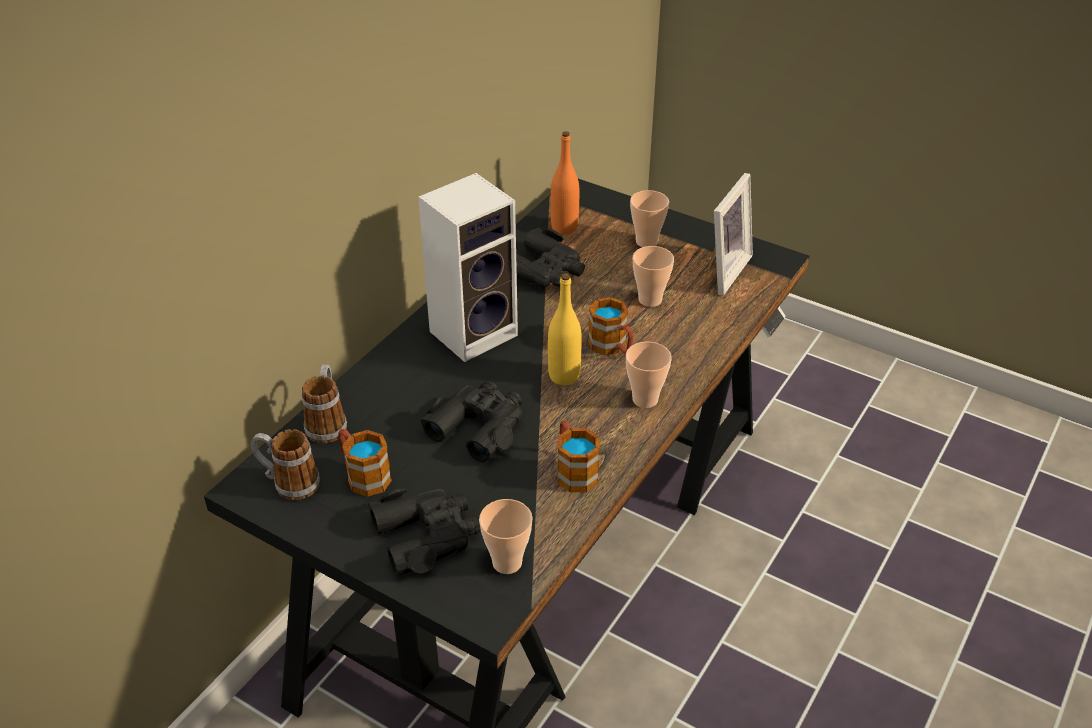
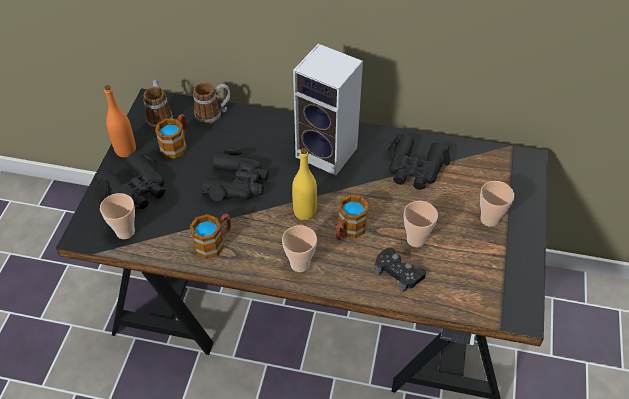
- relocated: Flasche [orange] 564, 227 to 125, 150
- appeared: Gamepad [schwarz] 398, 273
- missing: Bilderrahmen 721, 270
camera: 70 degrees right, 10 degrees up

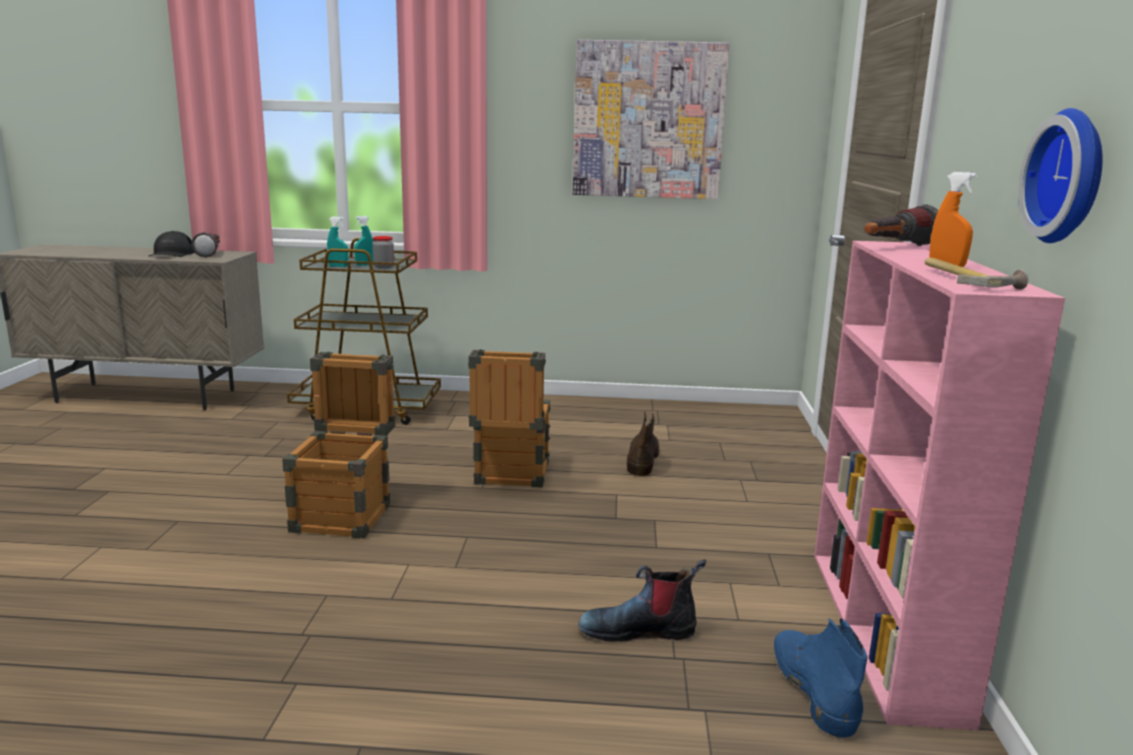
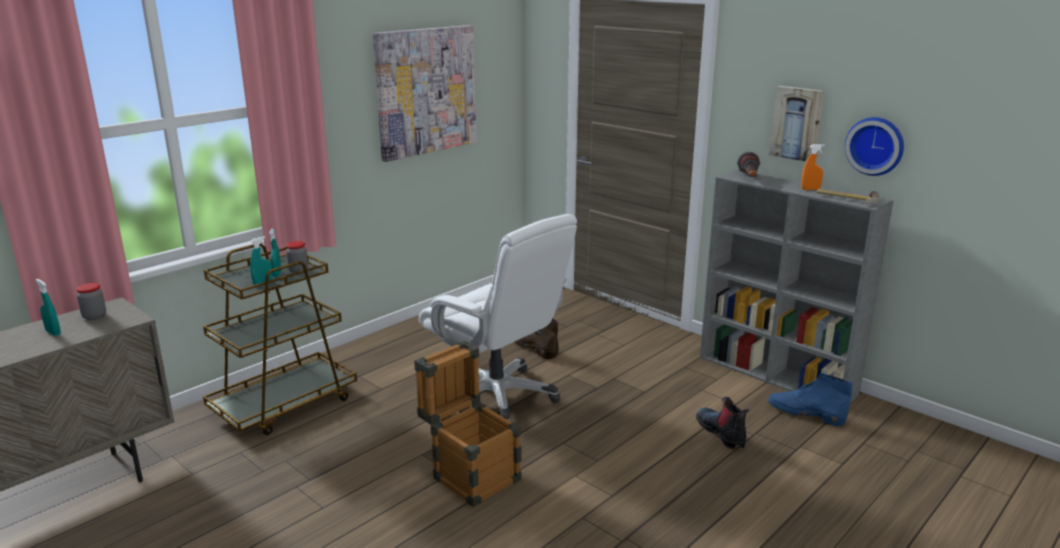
- exchanged: Kappe [schwarz] 172, 254 to Sprühflasche [türkis] 53, 333
- exchanged: Taschenlampe 211, 254 to Vorratsglas 94, 316
- exchanged: Kiste 510, 477 to Bürostuhl [weiß] 497, 397
- spun: Stiefel 639, 630 = 721, 433 120 degrees clockwise
- colour: Bücherregal [rosa] 884, 630 to Bücherregal [grau] 777, 375
- appeared: Bild 797, 123
camera: 50 degrees left, 5 degrees up

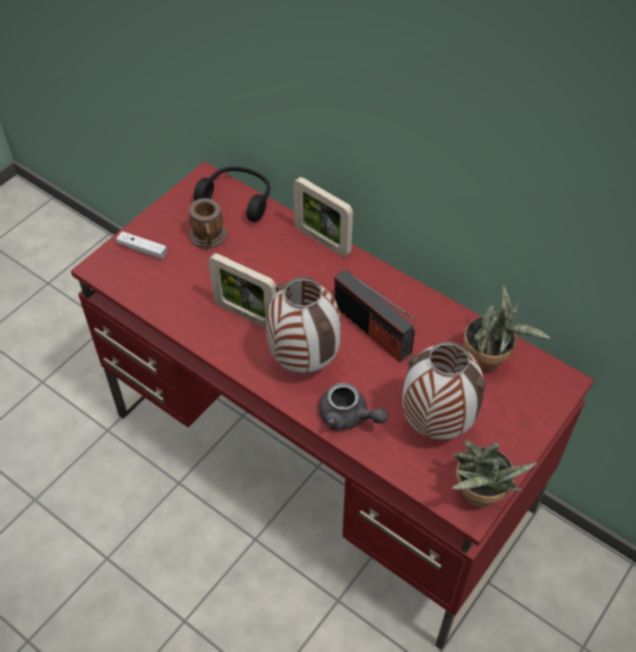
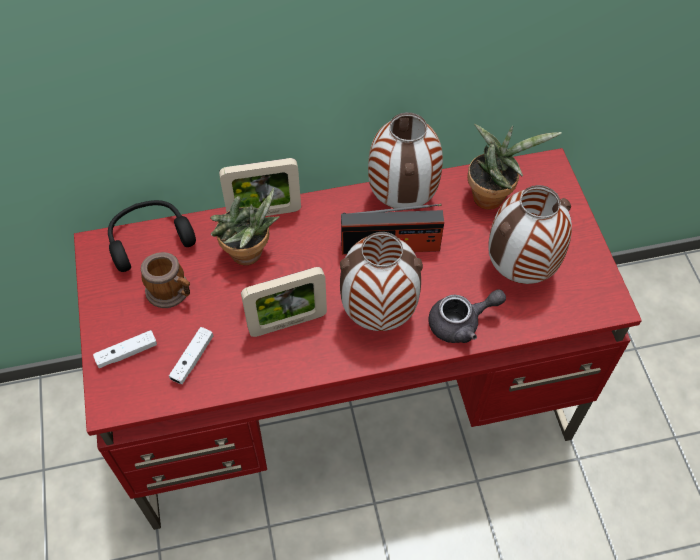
- appeared: Gamepad [weiß] 192, 359
- relocated: Topfpflanze 478, 498 to 249, 256
- appeared: Vase 403, 201
camera: 50 degrees left, 5 degrees up

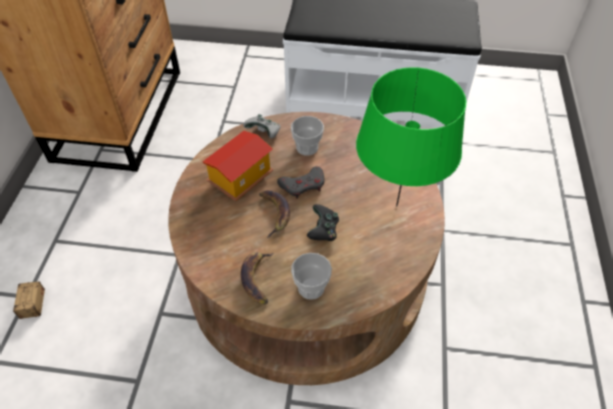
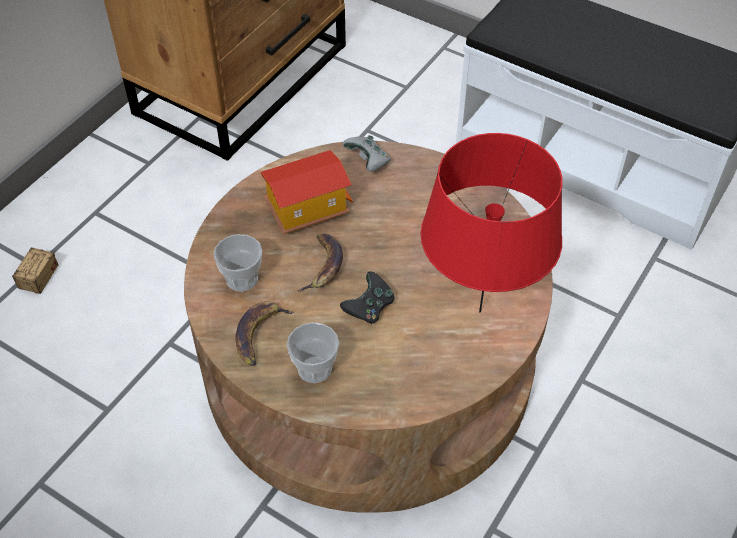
- relocated: Tasse 307, 147 to 242, 279
- colour: Tischlampe [grün] 397, 206 to Tischlampe [rot] 480, 312
- missing: Gamepad [grau] 303, 185
camera: 25 degrees right, 0 degrees up

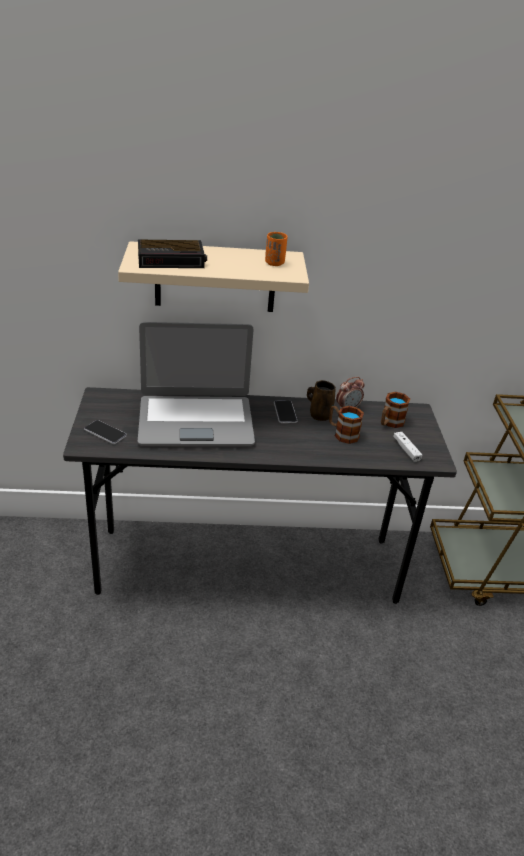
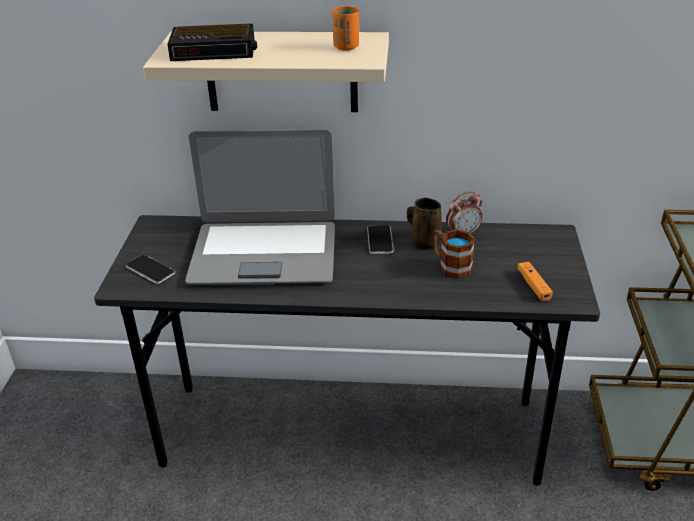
- colour: Gamepad [weiß] 406, 450 to Gamepad [orange] 533, 286
- missing: Henkelbecher 390, 423
camera: 10 degrees right, 0 degrees up

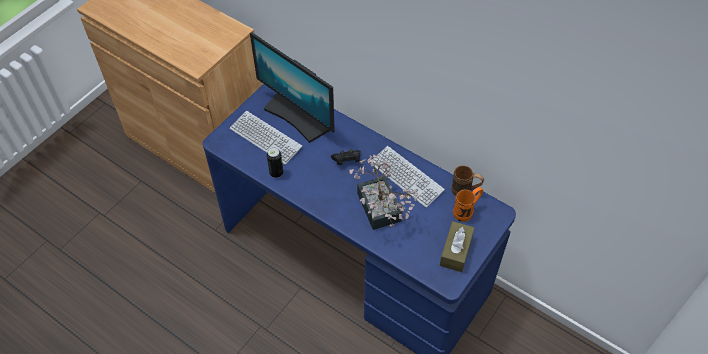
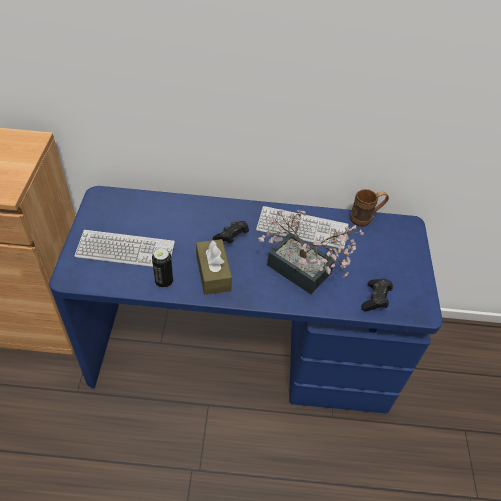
- relocated: Taschentuchbox [braun] 456, 251 to 213, 273
- appeared: Gamepad [schwarz] 375, 299
- missing: Monitor 297, 116
- missing: Henkelbecher [orange] 466, 211
camera: 35 degrees left, 5 degrees down

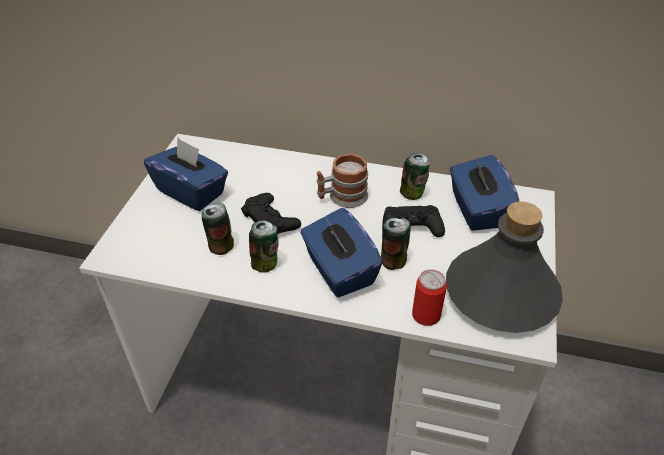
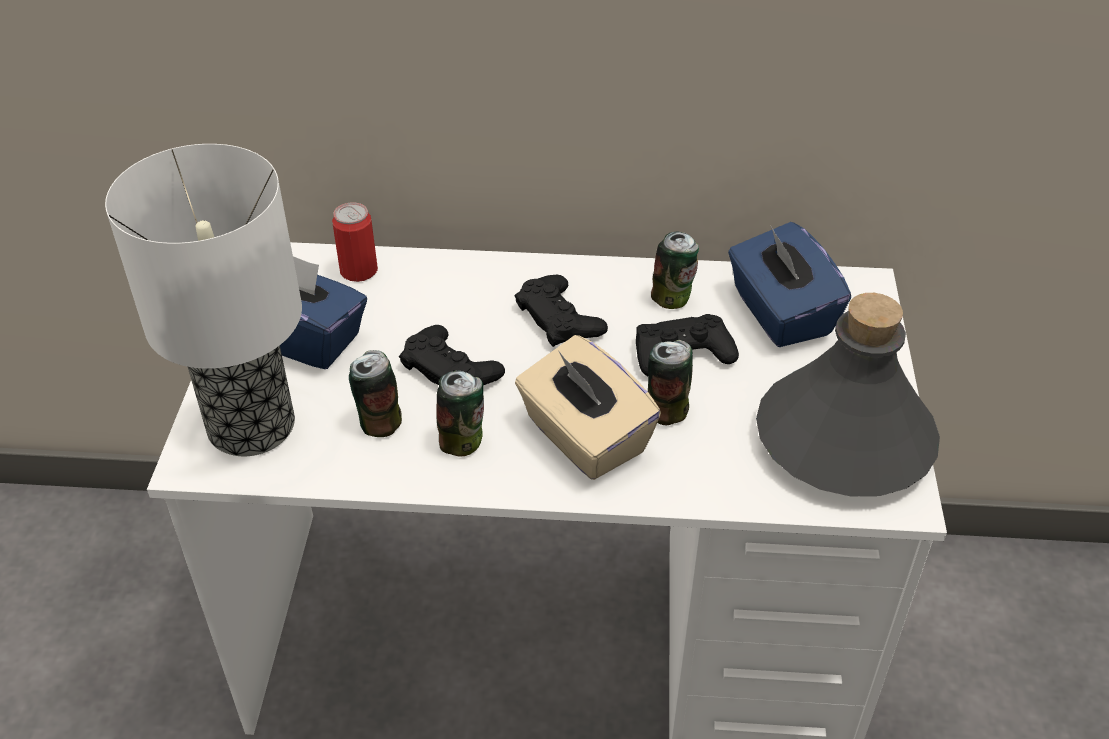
- appeared: Tischlampe 252, 424
- relocated: Dose 426, 315 to 358, 271
- exchanged: Henkelbecher 342, 197 to Gamepad [schwarz] 559, 318
- colour: Taschentuchbox [blau] 339, 270 to Taschentuchbox [beige] 584, 437
camera: 10 degrees left, 0 degrees up

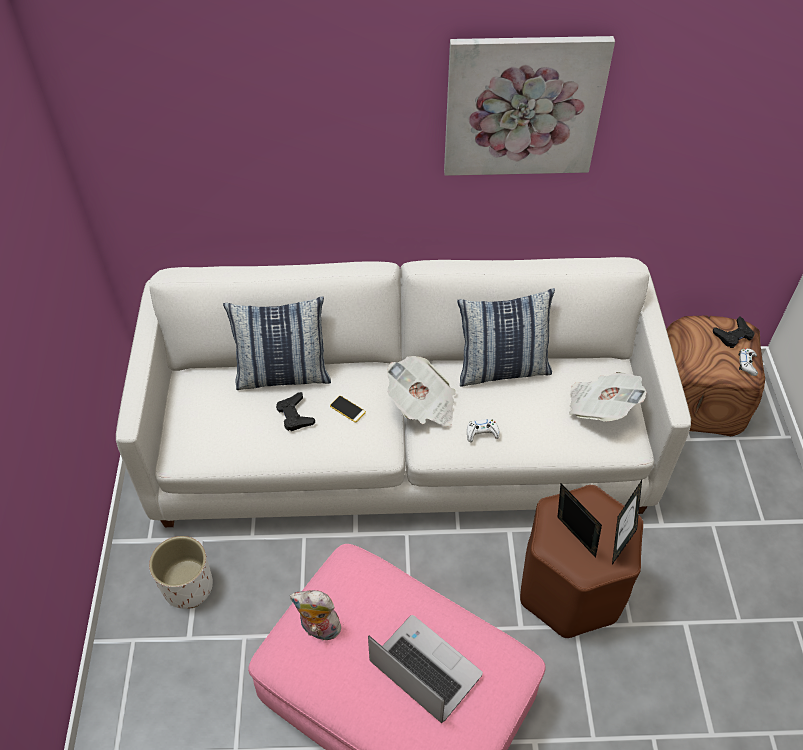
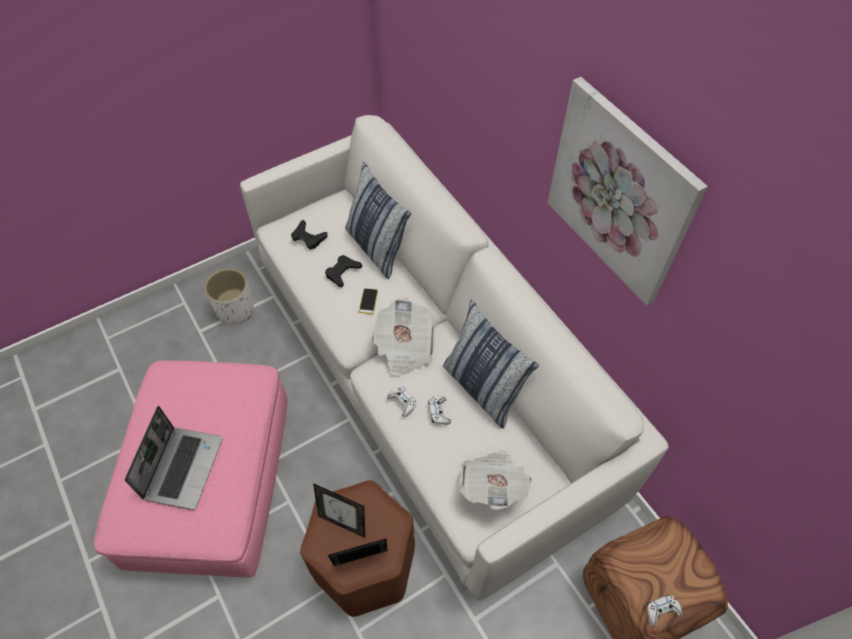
- relocated: Gamepad [schwarz] 733, 335 to 308, 237
- spun: Bilderrahmen 572, 539 = 343, 523 90 degrees clockwise
- appeared: Gamepad [weiß] 439, 412
- missing: Plüschtier 319, 629
camera: 60 degrees right, 5 degrees up

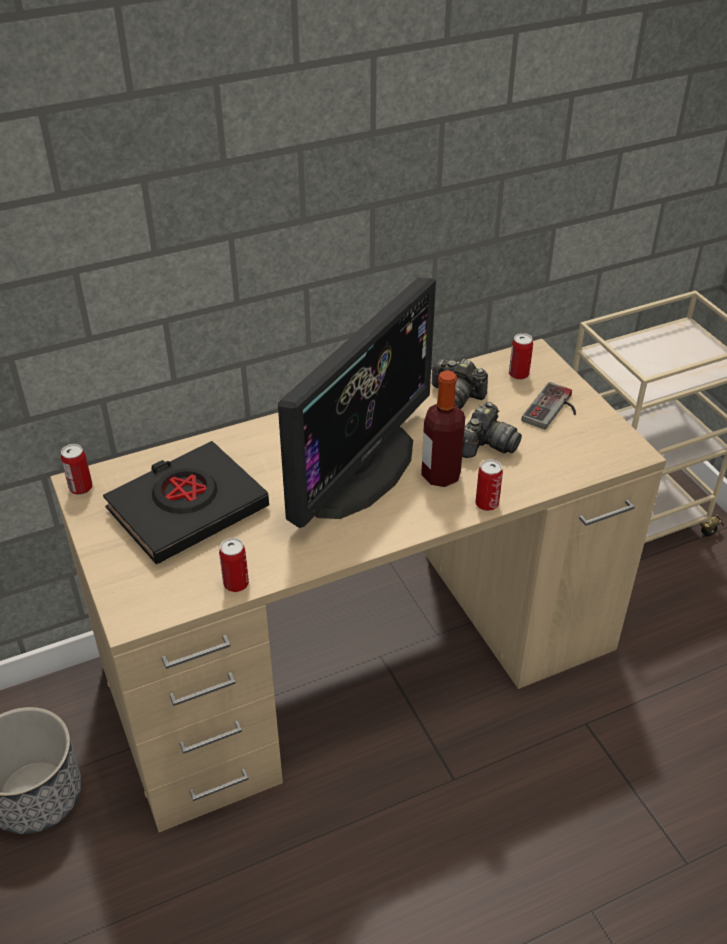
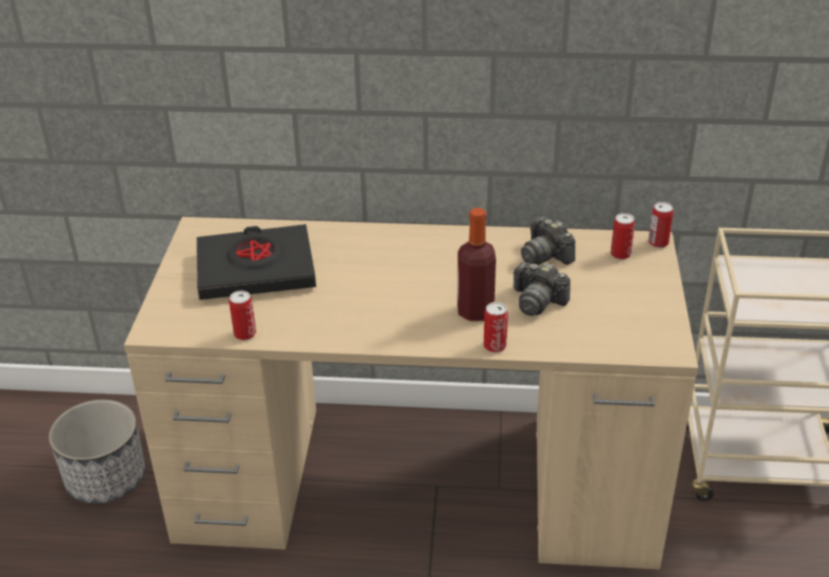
- spun: Kamera 486, 445 = 537, 301 60 degrees clockwise
- relocated: Dose 81, 488 to 658, 243
- missing: Monitor 360, 470
- missing: Gamepad 554, 410
camera: 30 degrees right, 5 degrees down

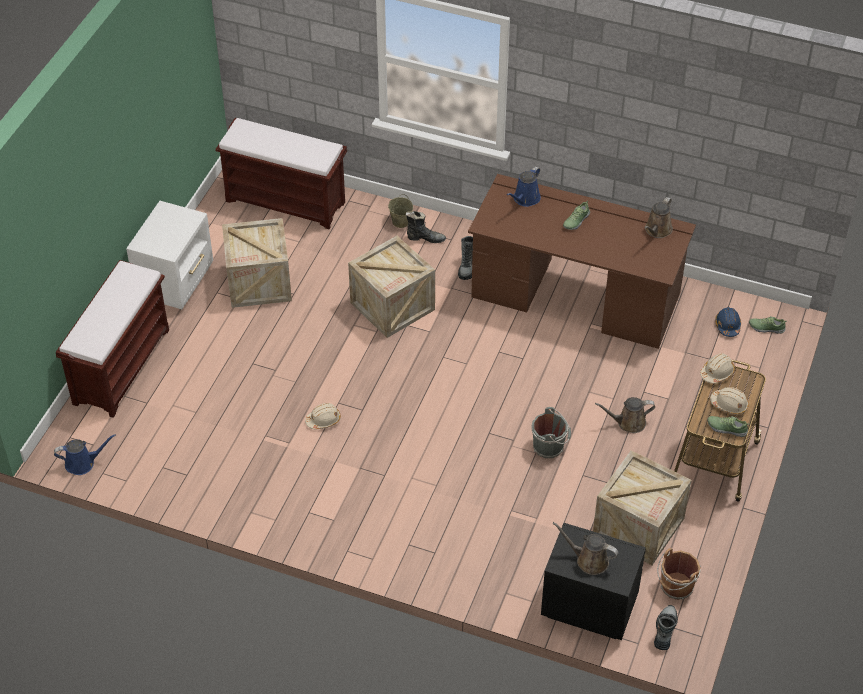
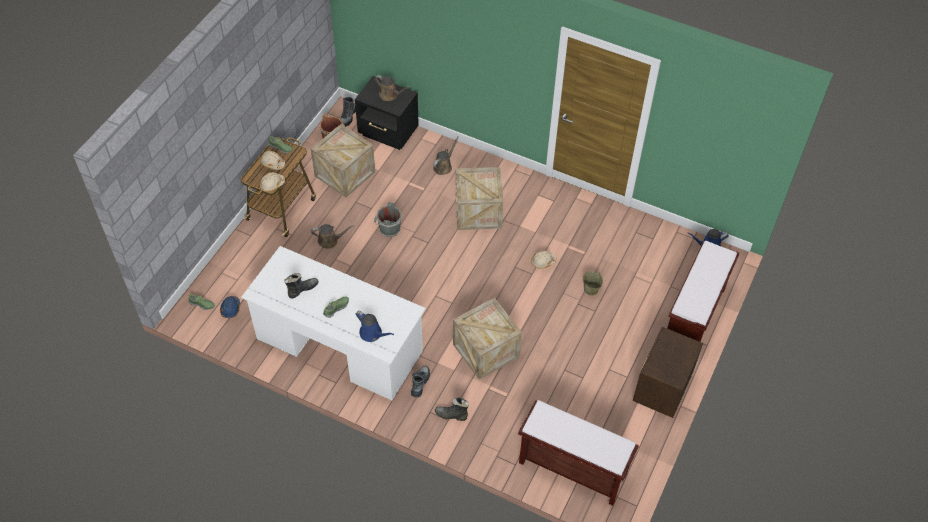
- colour: Schreibtisch [braun] 575, 296 to Schreibtisch [weiß] 339, 346
- appeared: Stiefel [schwarz] 302, 289
- spun: Gießkanne [blau] 525, 199 = 372, 333 90 degrees clockwise
- relocated: Gießkanne [braun] 657, 230 to 443, 166
- relocated: Kiste 259, 282 to 478, 212
- relocated: Eimer [beige] 400, 221 to 591, 290
- colour: Nachttisch [weiß] 177, 282 to Nachttisch [braun] 660, 390
camera: 175 degrees left, 5 degrees up

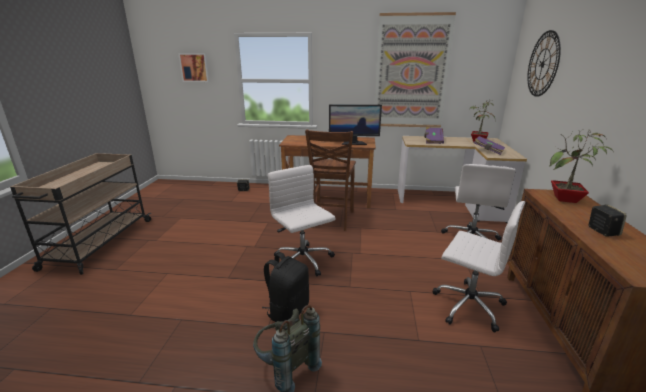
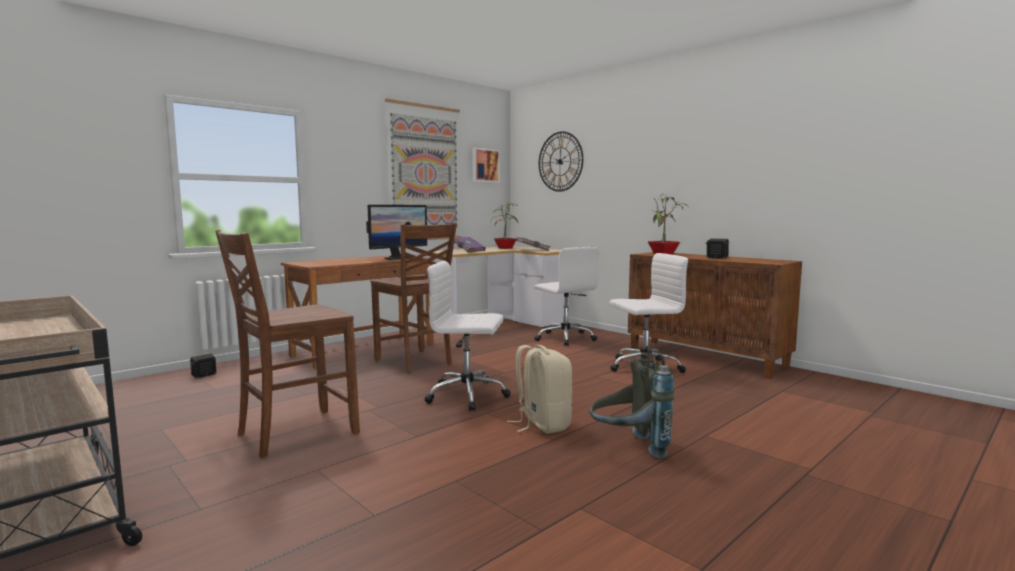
- appeared: Stuhl [braun] 294, 433
- relocated: Bild 195, 67 to 485, 165
- colour: Rucksack [schwarz] 287, 310 to Rucksack [beige] 542, 424
camera: 50 degrees left, 15 degrees down

